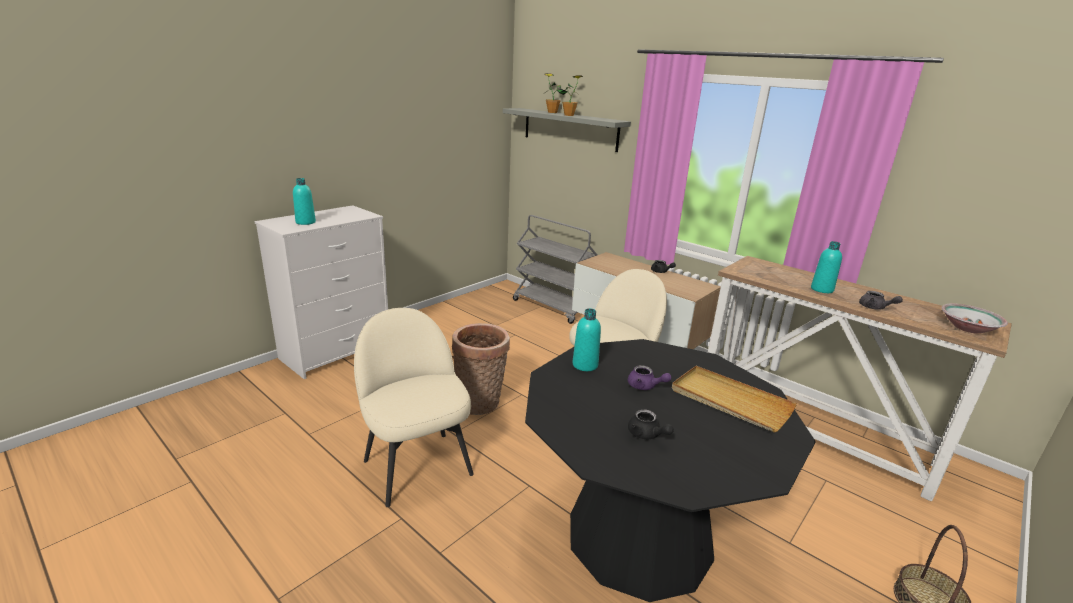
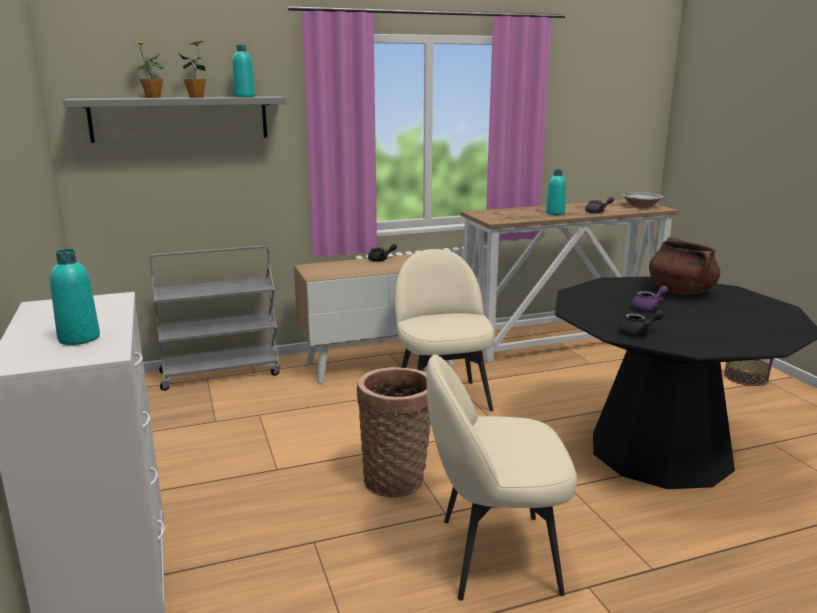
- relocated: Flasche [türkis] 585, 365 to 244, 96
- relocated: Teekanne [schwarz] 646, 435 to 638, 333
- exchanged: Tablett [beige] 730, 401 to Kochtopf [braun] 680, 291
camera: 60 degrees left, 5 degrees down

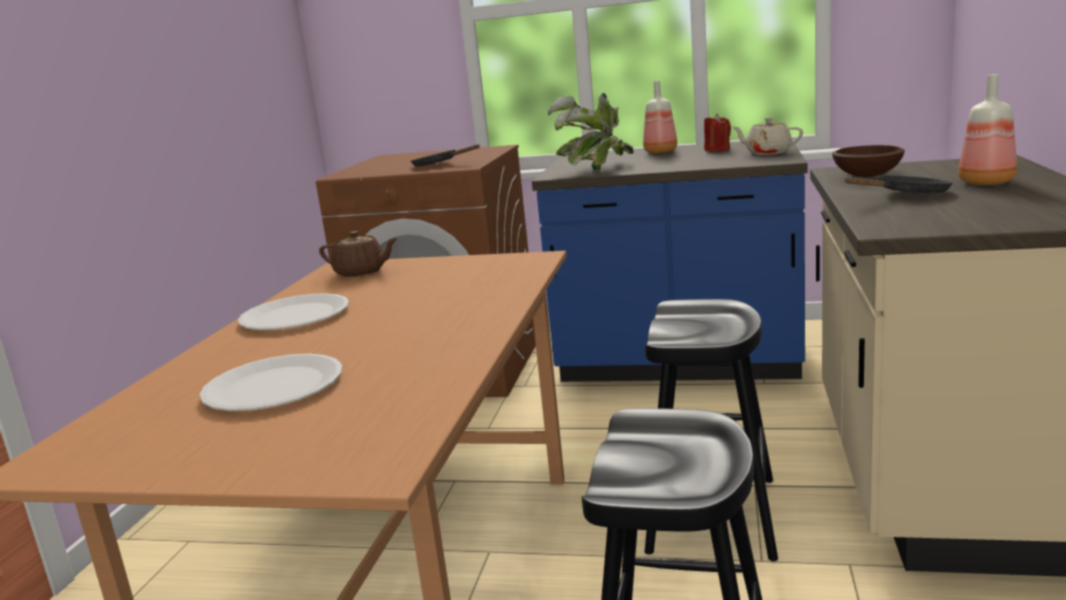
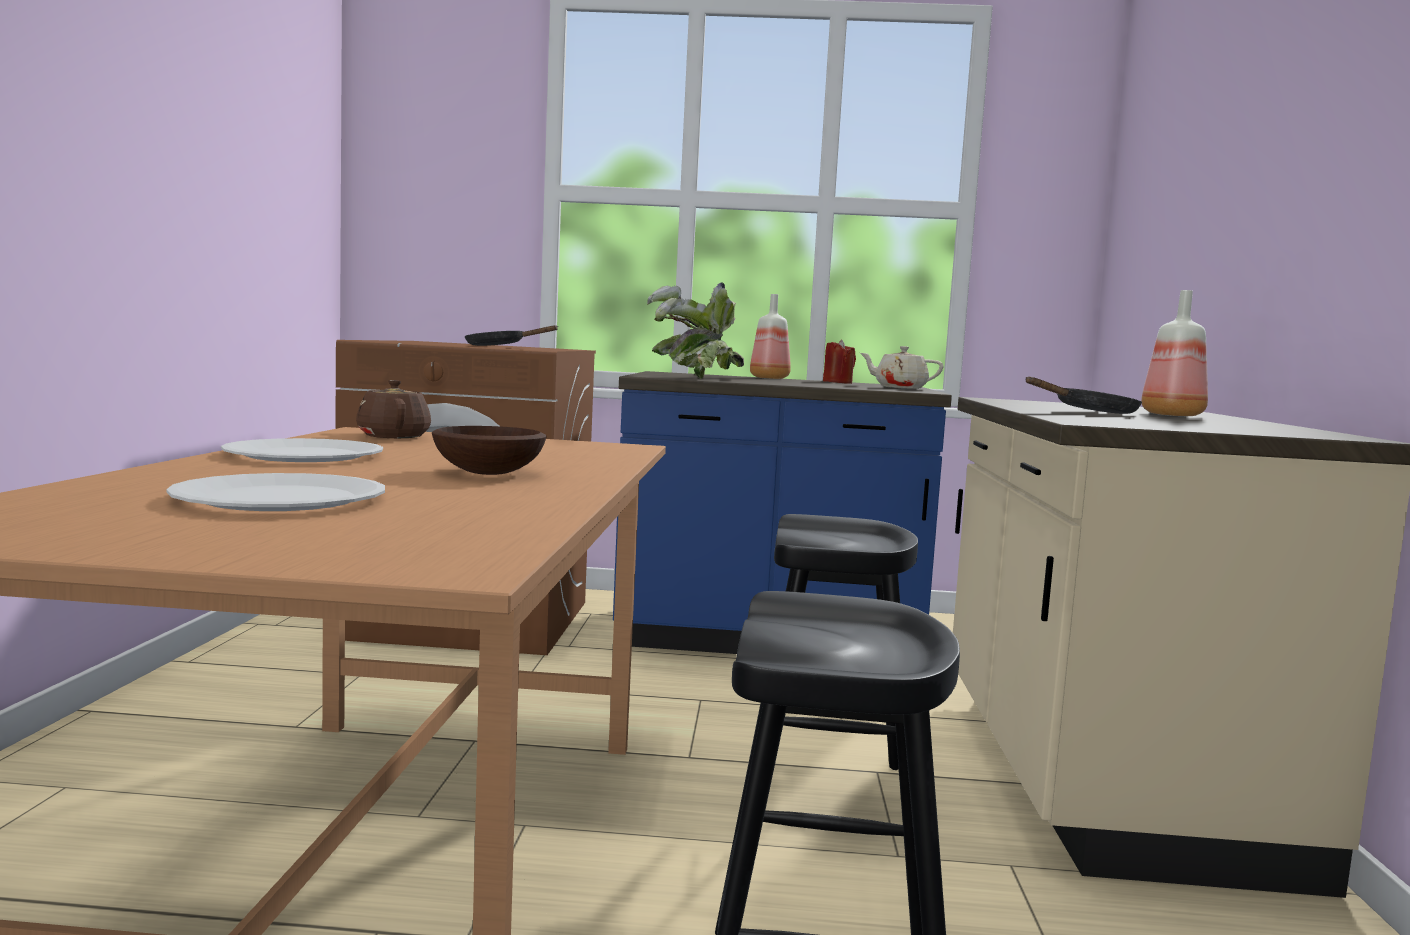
- spun: Teekanne [braun] 361, 272 = 393, 436 120 degrees counterclockwise
- relocated: Schüssel [braun] 866, 175 to 486, 472
camera: 10 degrees left, 10 degrees down

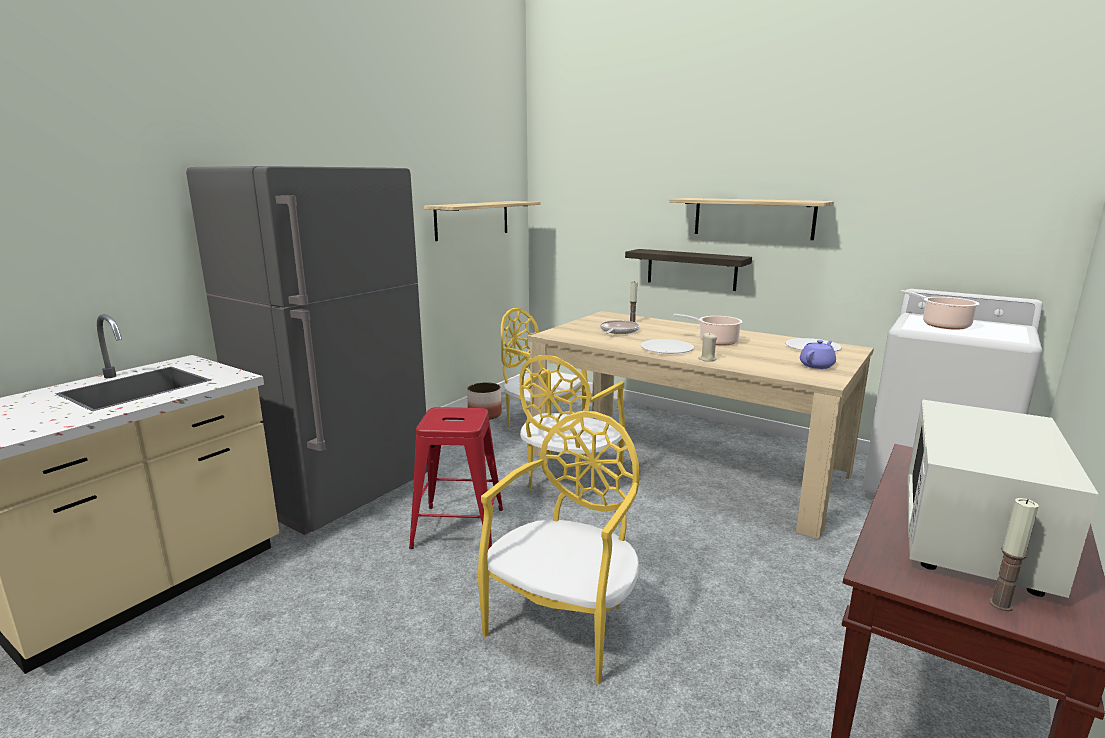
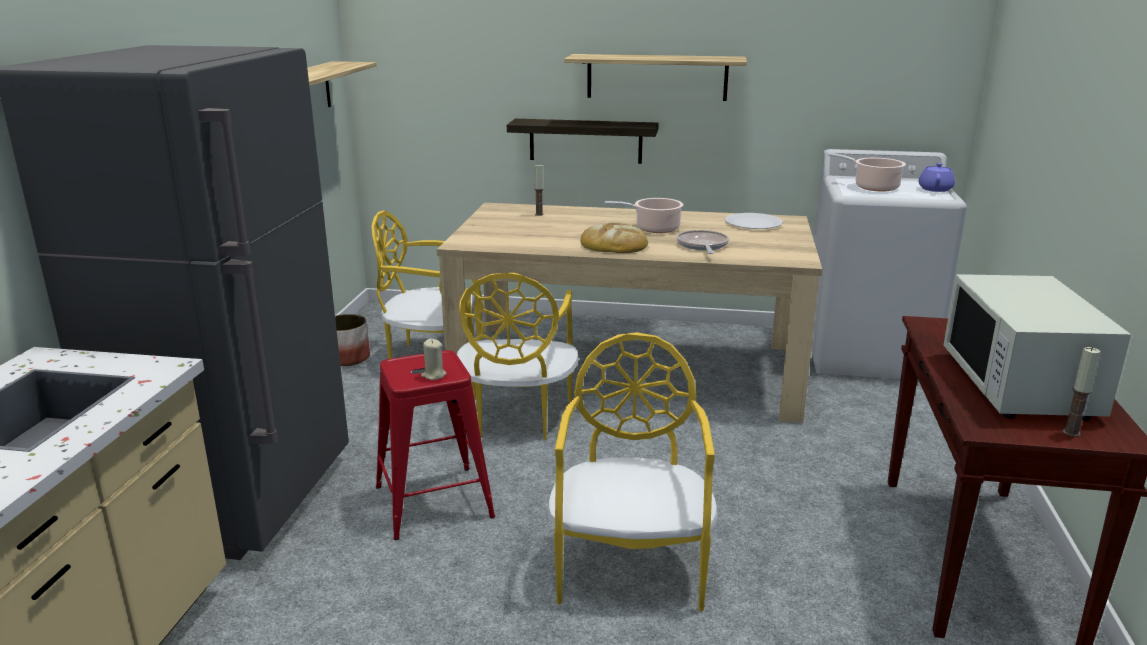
- relocated: Kerze [beige] 707, 359 to 433, 375
- exchanged: Teller [weiß] 667, 348 to Brot 613, 244
- relocated: Pfanne 618, 331 to 702, 246
- relocated: Teekanne [lila] 817, 365 to 935, 189
camera: 25 degrees left, 5 degrees up

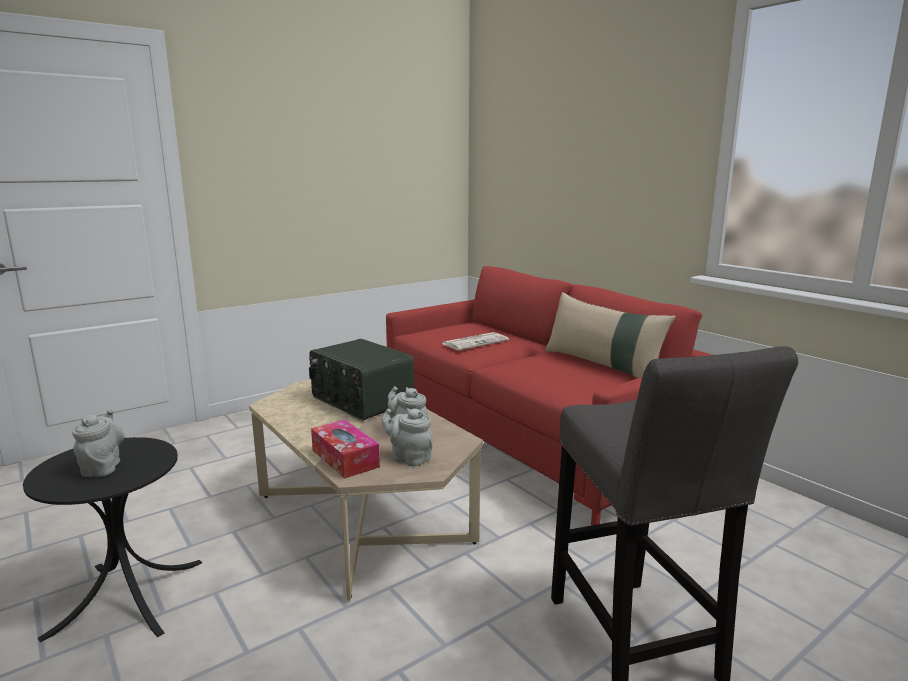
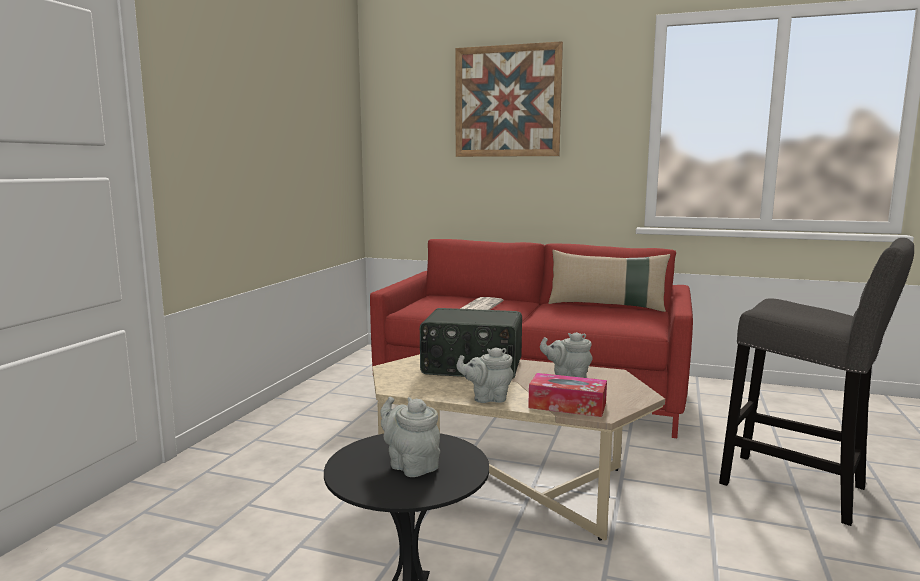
- appeared: Bild 507, 101
- relocated: Teekanne [grau] 409, 458 to 487, 398
camera: 35 degrees left, 5 degrees down

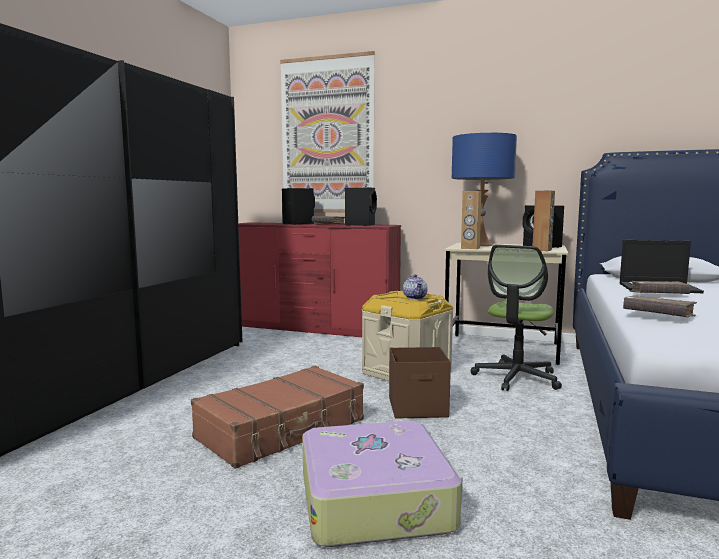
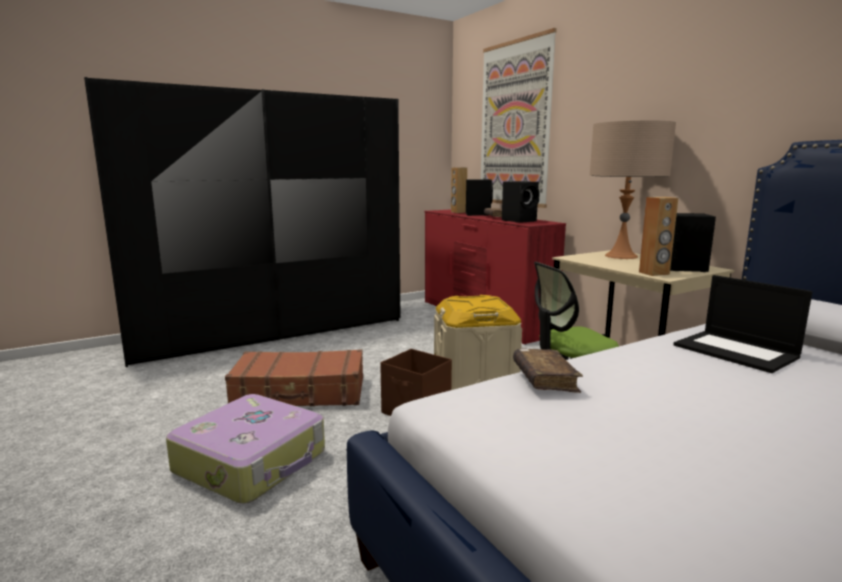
- relocated: Lautsprecher [braun] 470, 248 to 458, 212
- colour: Tischlampe [blau] 480, 245 to Tischlampe [beige] 621, 256
- missing: Teekanne 415, 297
- missing: Buch [braun] 658, 294
camera: 40 degrees right, 5 degrees up

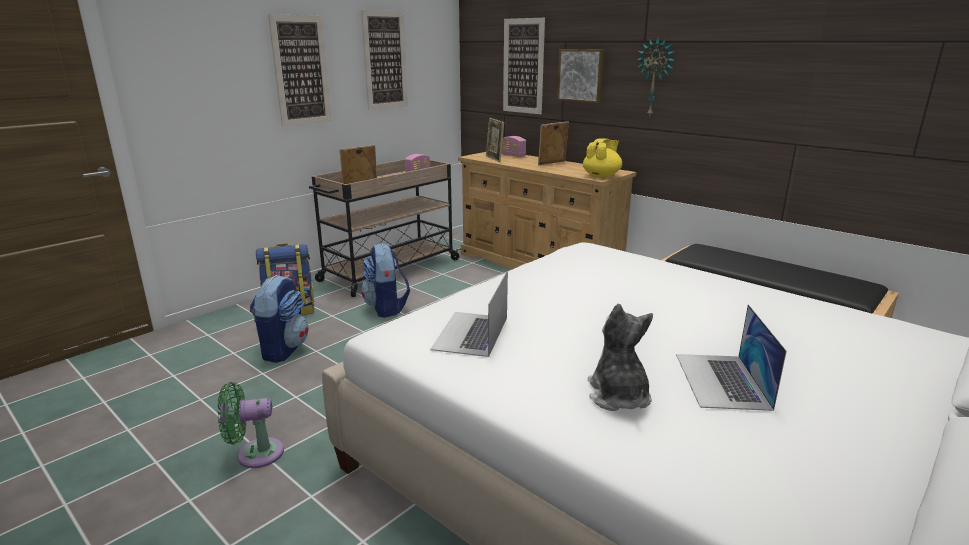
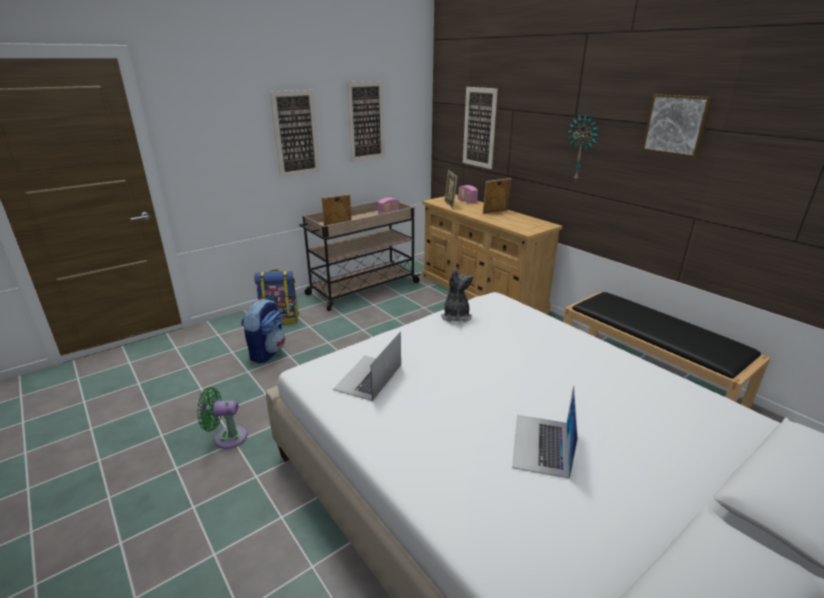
- relocated: Plüschtier 618, 396 to 456, 316
- relocated: Bild 581, 75 to 676, 125
- missing: Rucksack 386, 308
- missing: Teekanne [gelb] 601, 176
camera: 10 degrees right, 5 degrees up

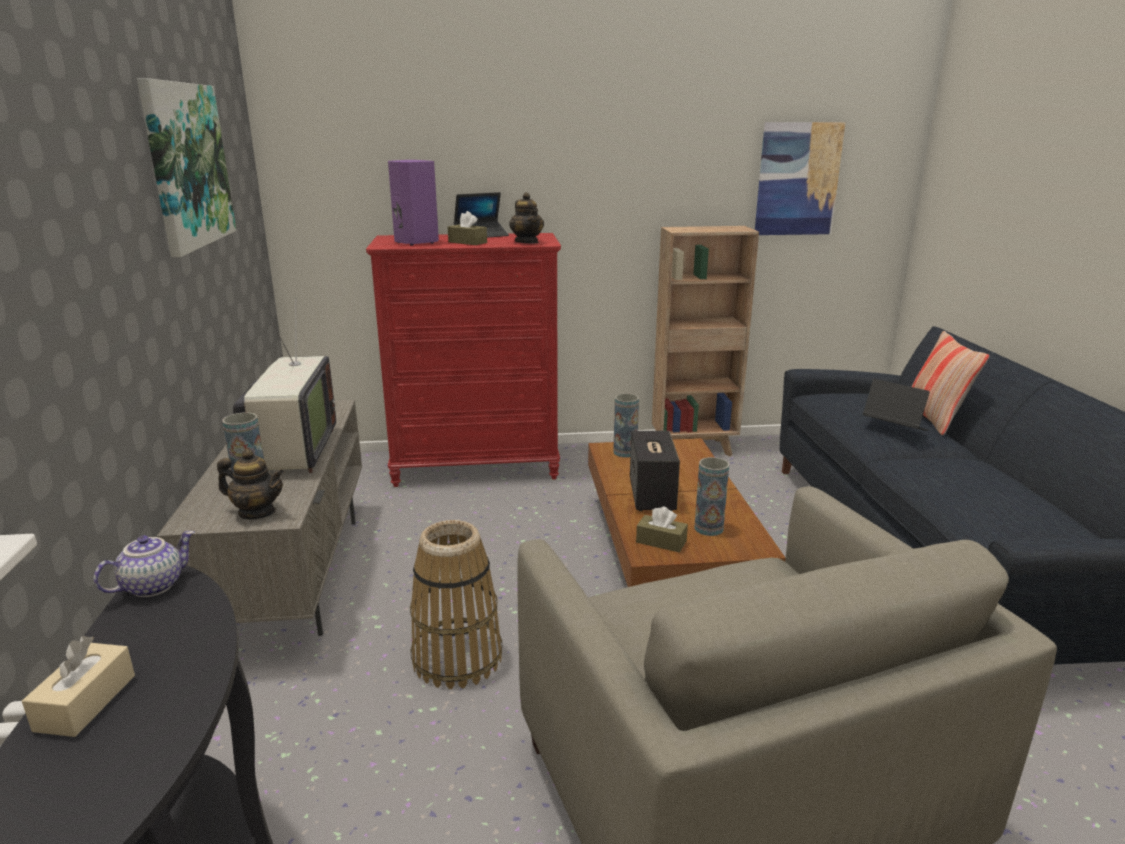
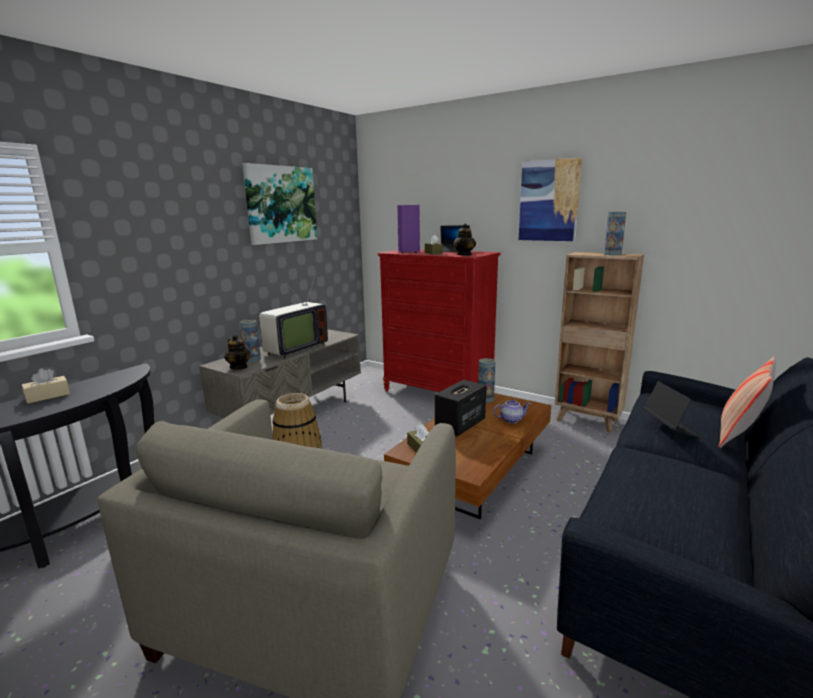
- relocated: Teekanne 153, 585 to 511, 419
- relocated: Bild 797, 179 to 549, 201
- relocated: Vase 708, 528 to 612, 254
camera: 40 degrees right, 5 degrees down

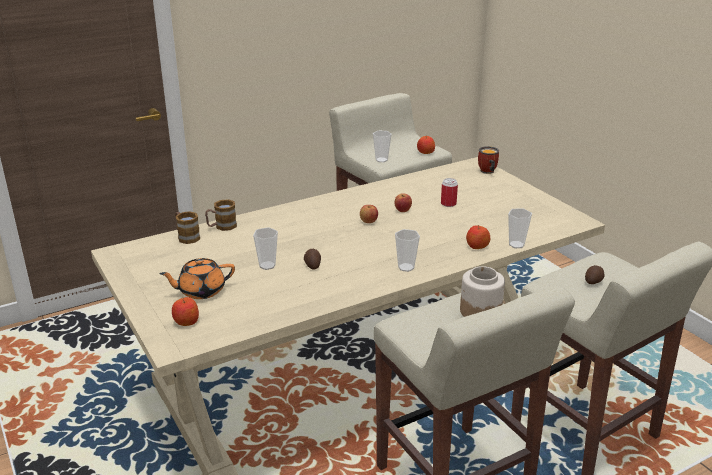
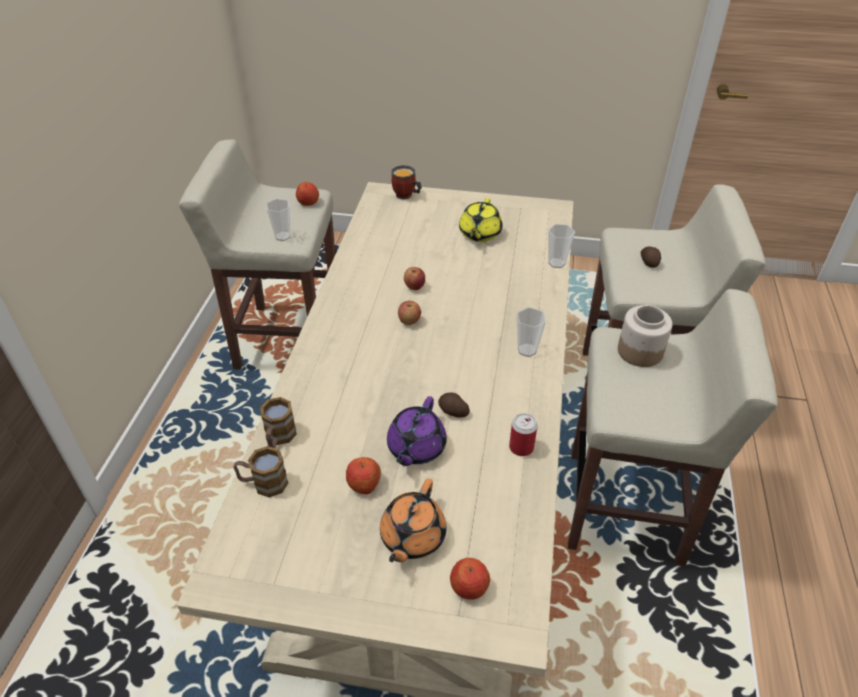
- relocated: Apfel 477, 246 to 364, 484
- exchanged: Tasse 267, 266 to Teekanne [lila] 415, 448
- appeared: Teekanne [gelb] 479, 234
- relocated: Dose 448, 204 to 521, 447
camera: 50 degrees left, 15 degrees up

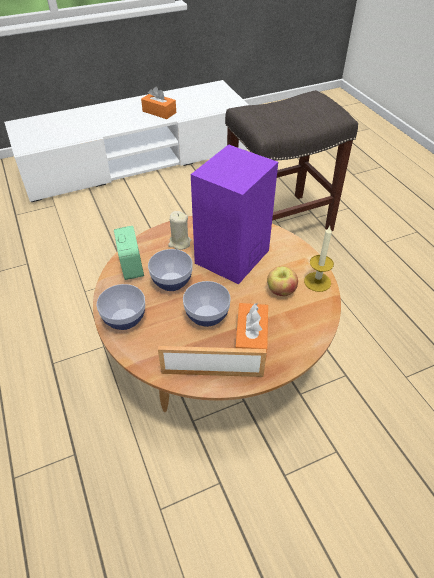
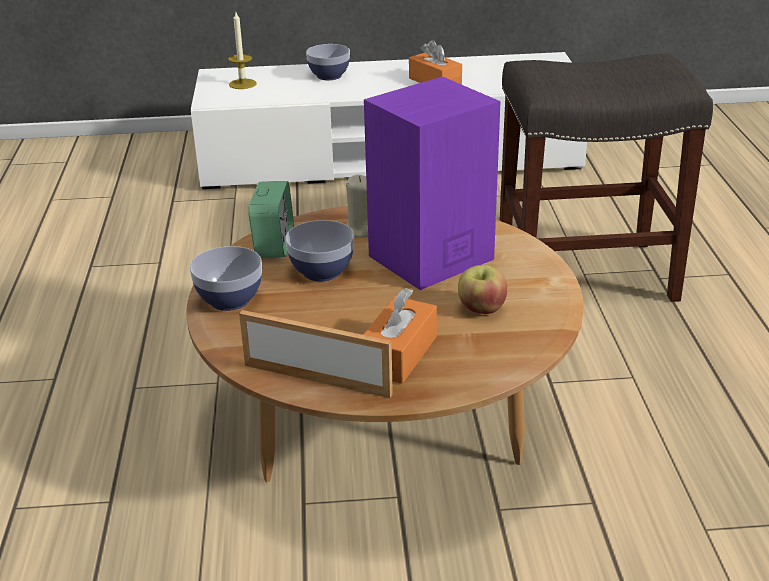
- relocated: Kerze 317, 282 to 242, 84
- relocated: Schüssel 207, 316 to 329, 76
camera: 20 degrees right, 15 degrees down

